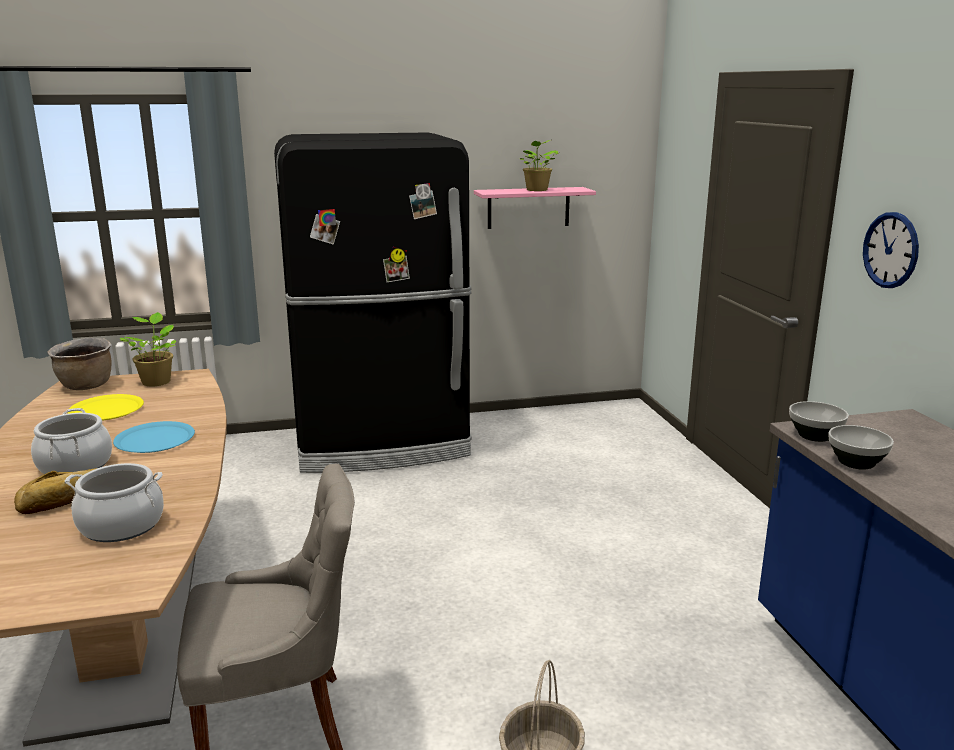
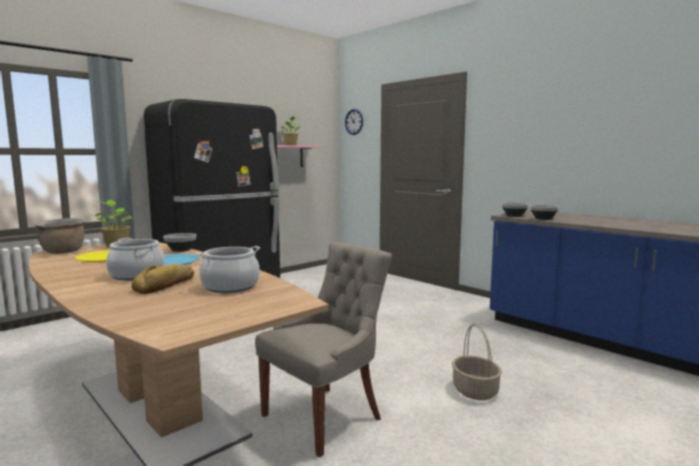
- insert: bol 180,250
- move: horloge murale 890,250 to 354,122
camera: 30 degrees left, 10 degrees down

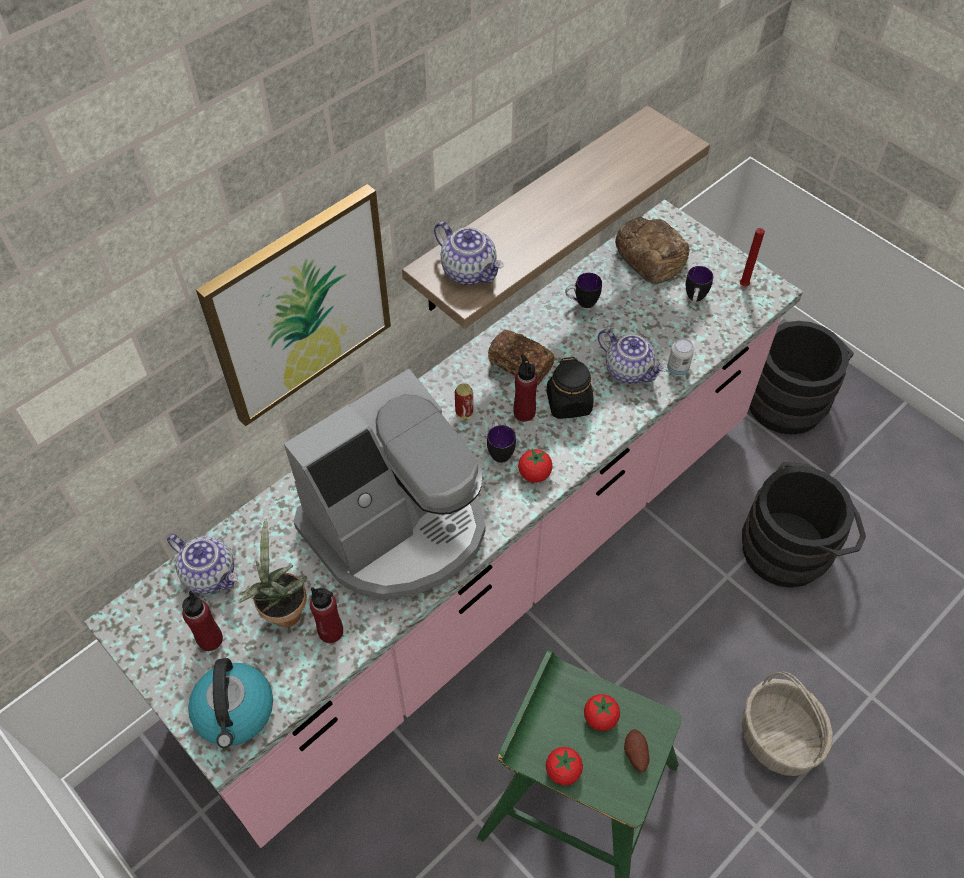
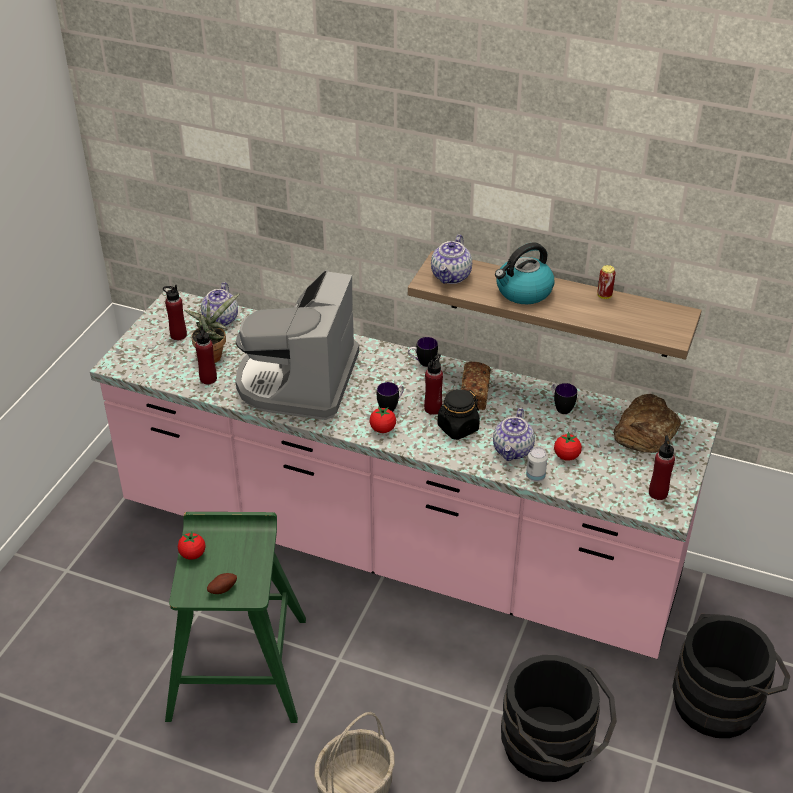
- rotate: machine à café 397,528 = 298,381 75 degrees clockwise
- move: mug 694,299 to 422,363
- move: bouilloire 235,712 to 523,292
- move: tomate 600,718 to 566,456
- move: boîte métallique 464,412 to 604,296
- replace: bougie/rouge 743,286 to bouteille/rouge 658,493
- delete: tableau 300,306
camera: 65 degrees right, 15 degrees down

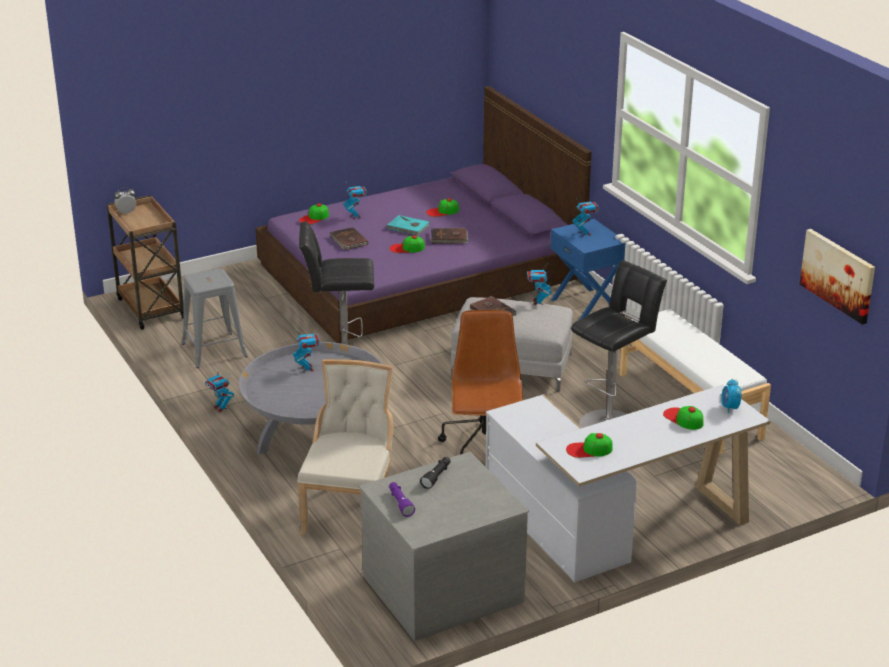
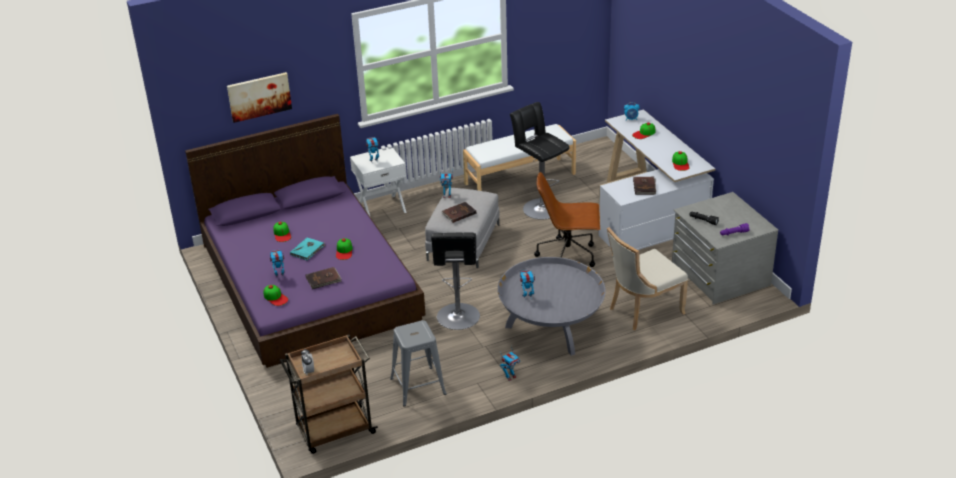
- move: tableau 838,275 to 259,96
- recolor: table de chevet/bleu 586,305 to table de chevet/blanc 381,208
- rotate: chaise/beige 351,510 = 642,310 45 degrees counterclockwise
- move: livre/marron 449,238 to 645,187
camera: 85 degrees left, 5 degrees up

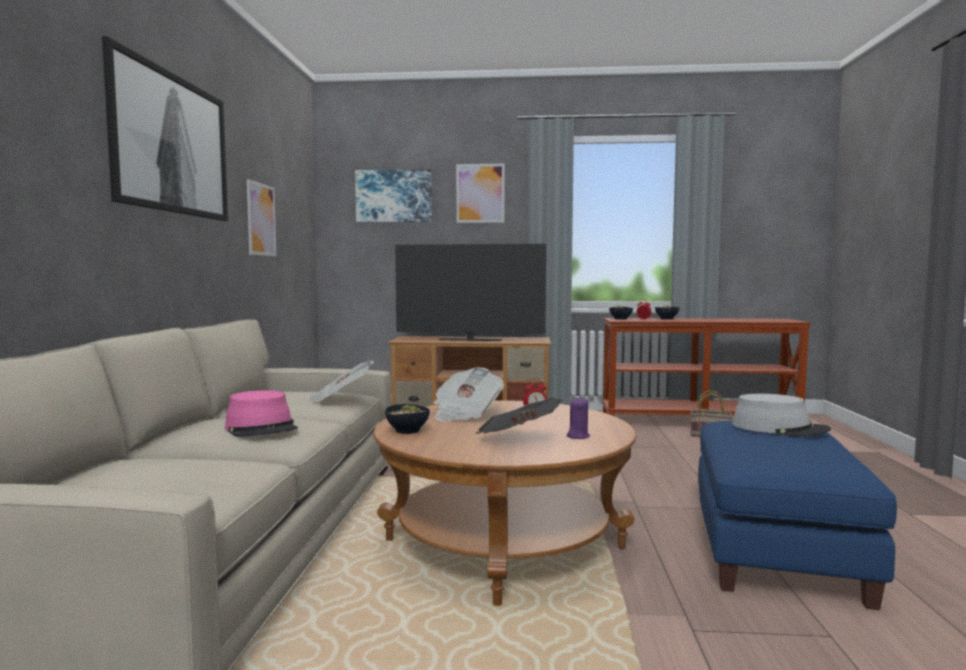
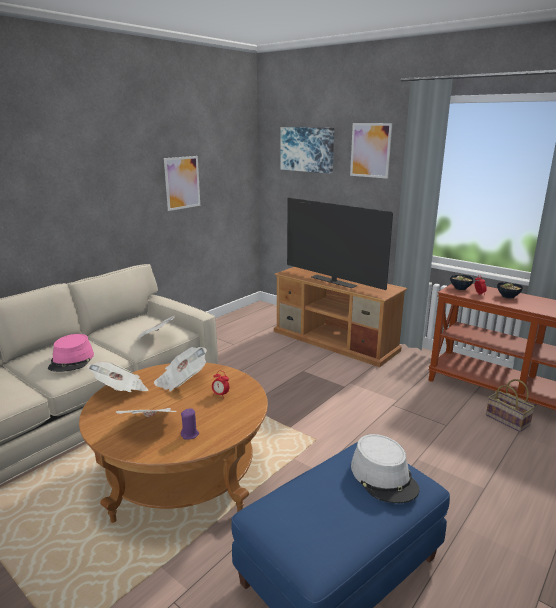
- replace: bol 408,431 to journal 121,390
- delete: tableau 173,144
camera: 35 degrees right, 15 degrees up

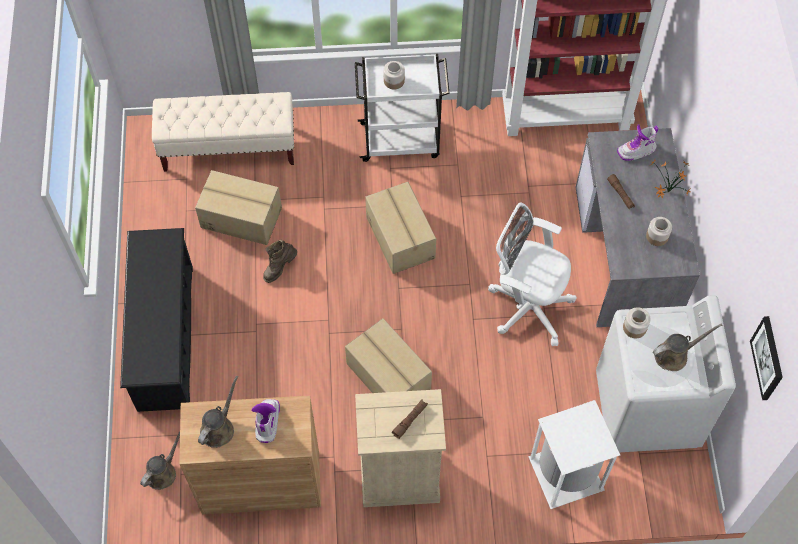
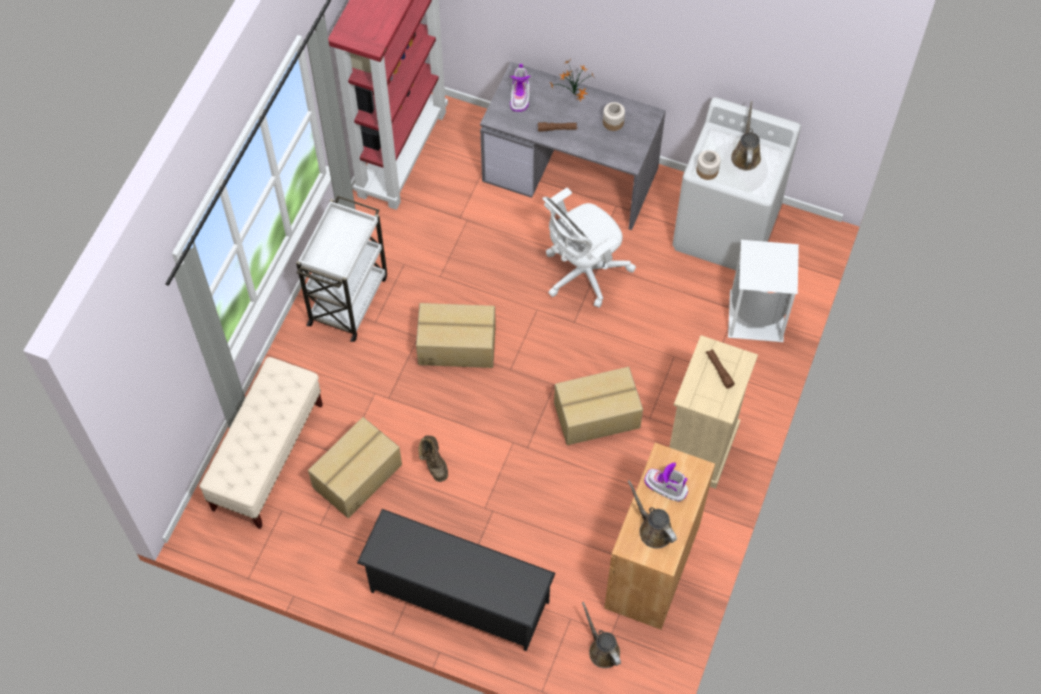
- delete: bocal 394,81
- delete: tableau 768,358
camera: 65 degrees left, 0 degrees up

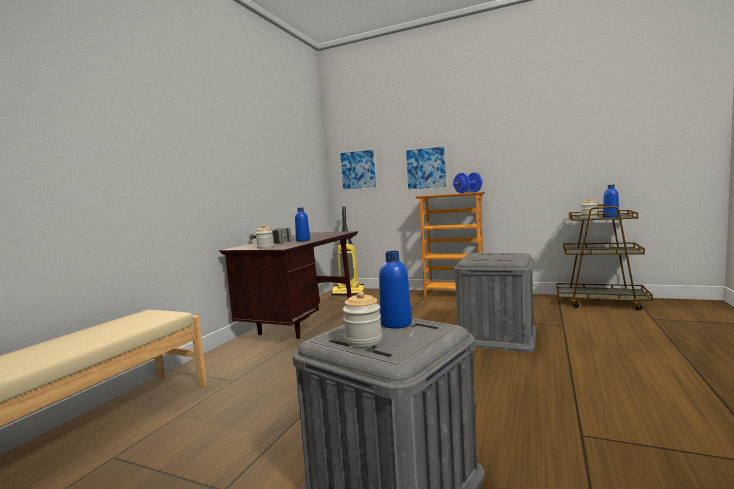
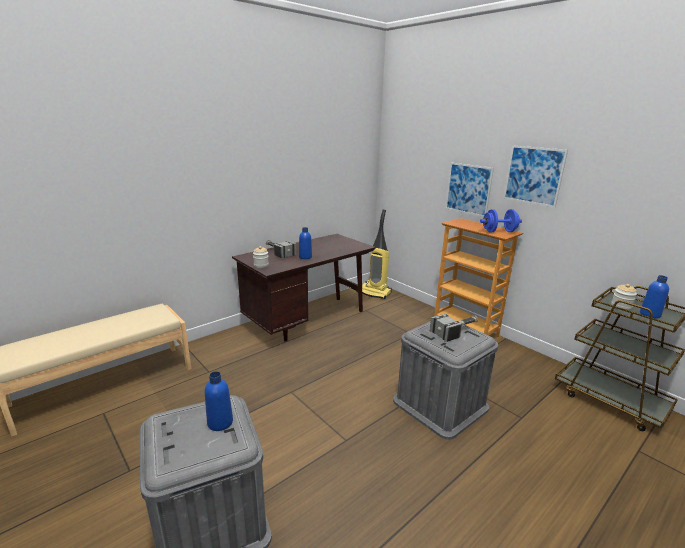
- insert: marteau 456,331
- move: tableau 358,170 to 533,175
- delete: bocal 363,340
camera: 25 degrees right, 15 degrees up

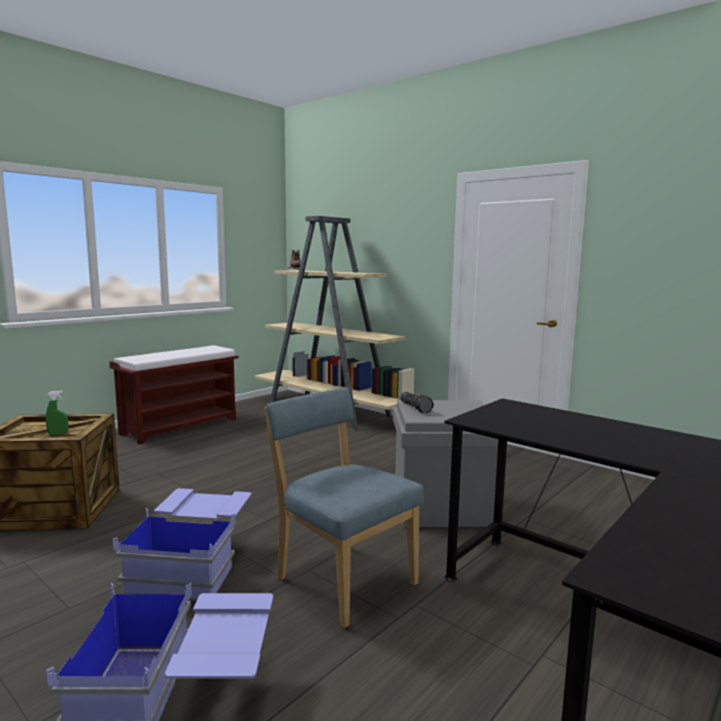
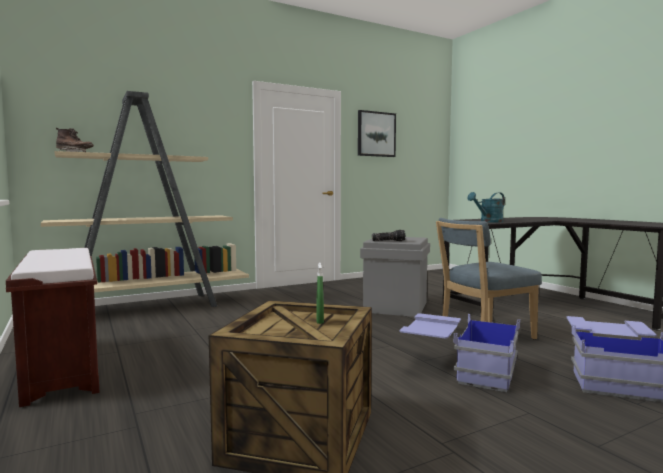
- insert: tableau 376,134
- insert: arrosoir/turquoise 488,221
camera: 70 degrees left, 5 degrees down

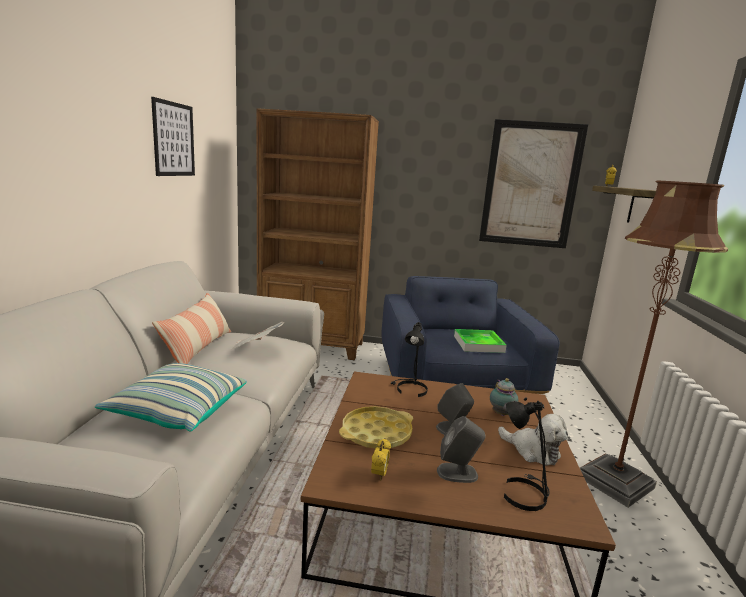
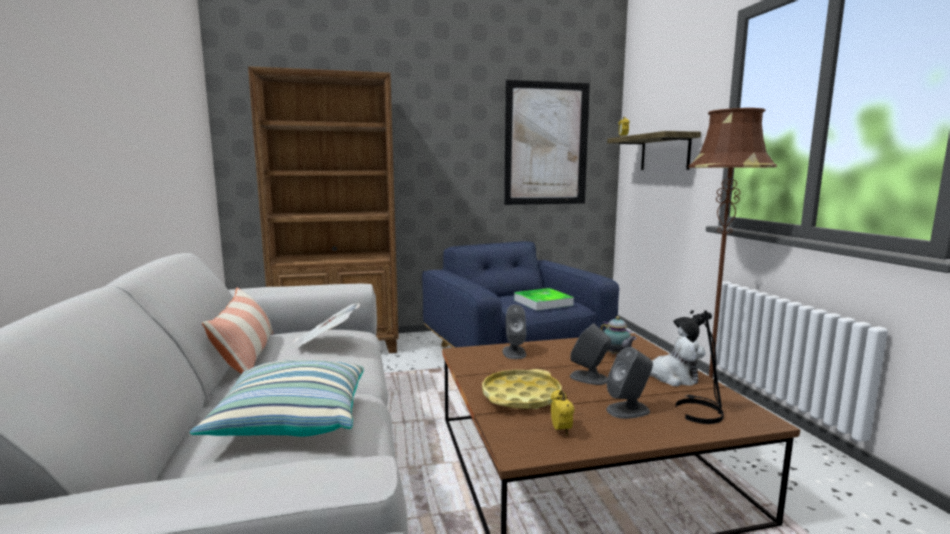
- replace: lampe de table/noir 409,389 to enceinte/gris 514,352
- delete: tableau 174,139
camera: 20 degrees left, 5 degrees down

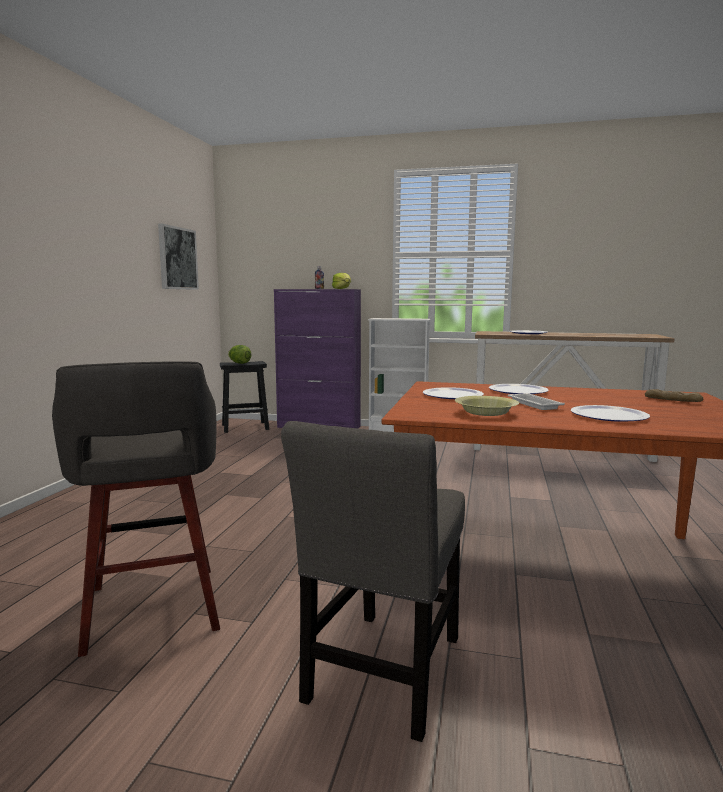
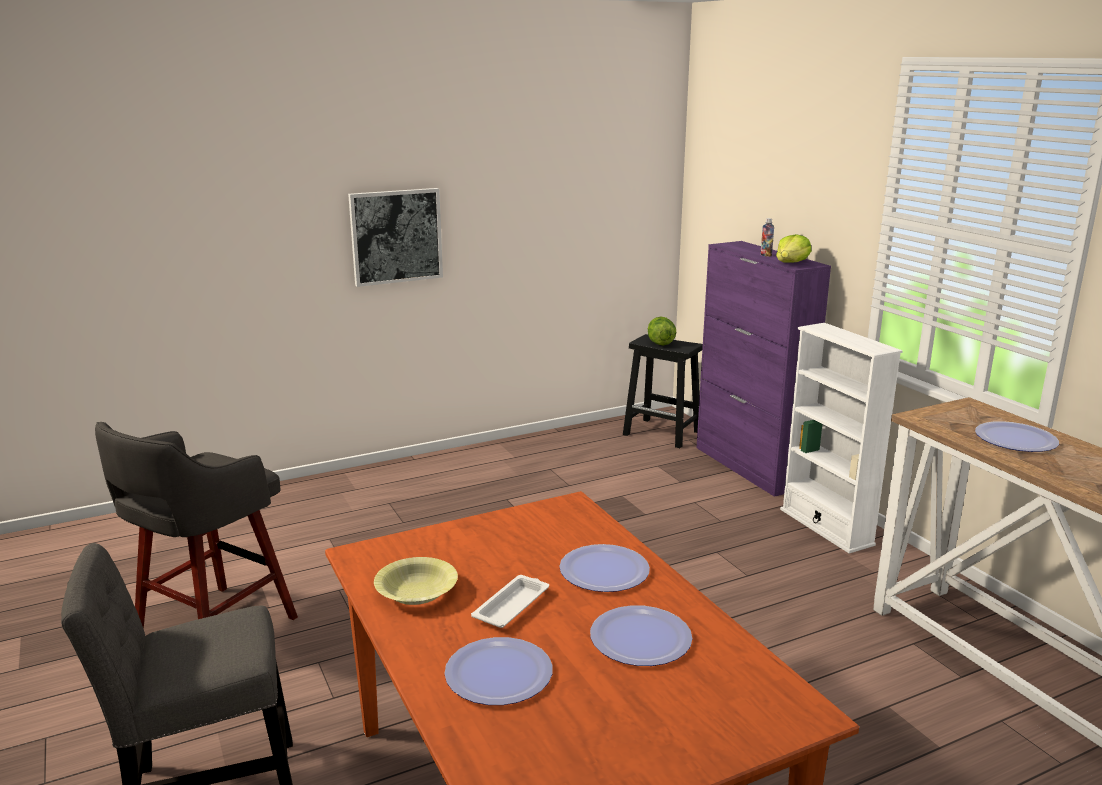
- move: tableau 177,258 to 396,236
- move: assiette 452,395 to 641,638
- delete: pain 672,400
camera: 50 degrees right, 10 degrees up

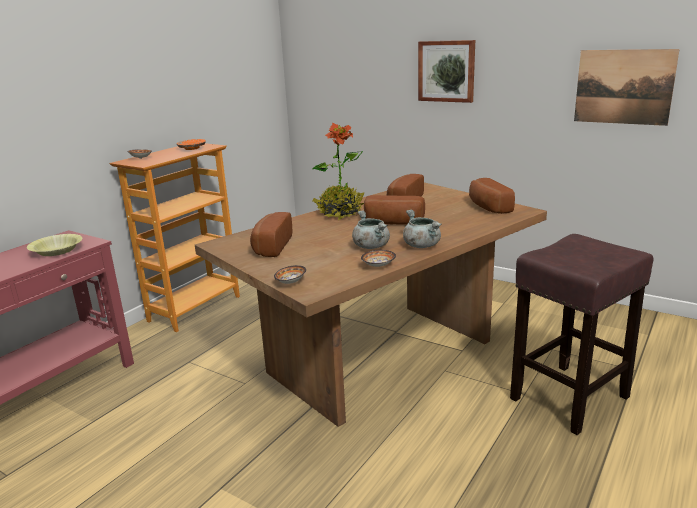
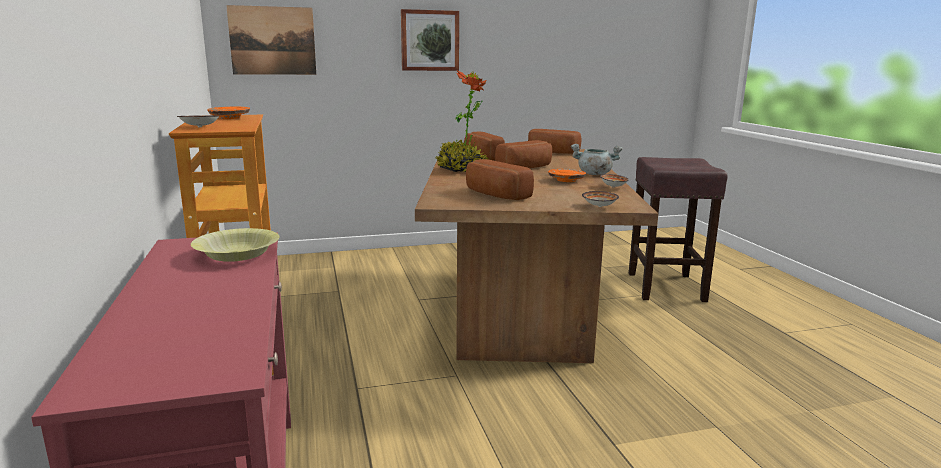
- move: tableau 623,87 to 272,41
- replace: marmite/gris 371,246 to assiette/orange 566,180
camera: 50 degrees left, 5 degrees down

